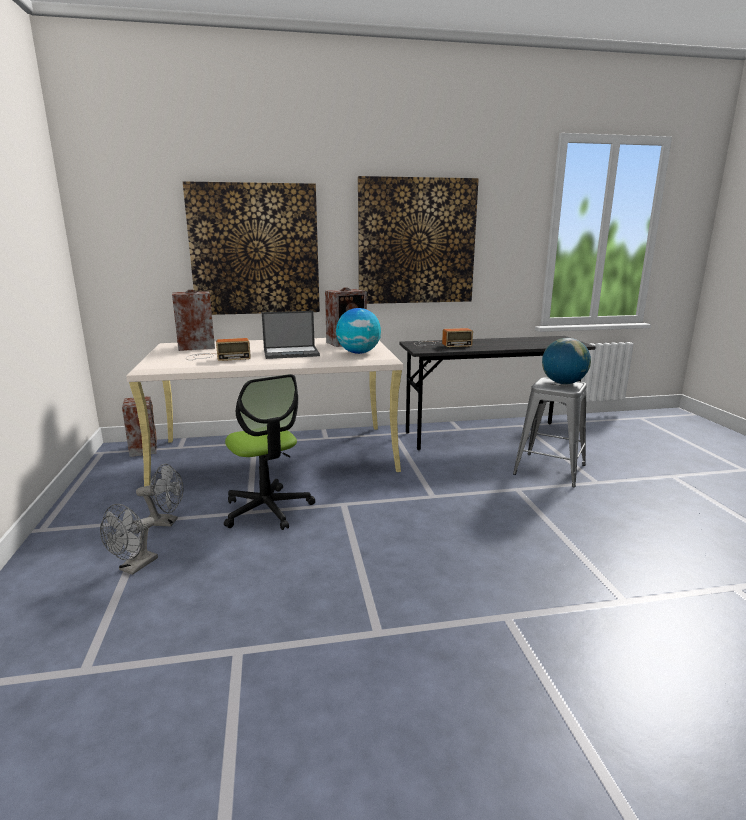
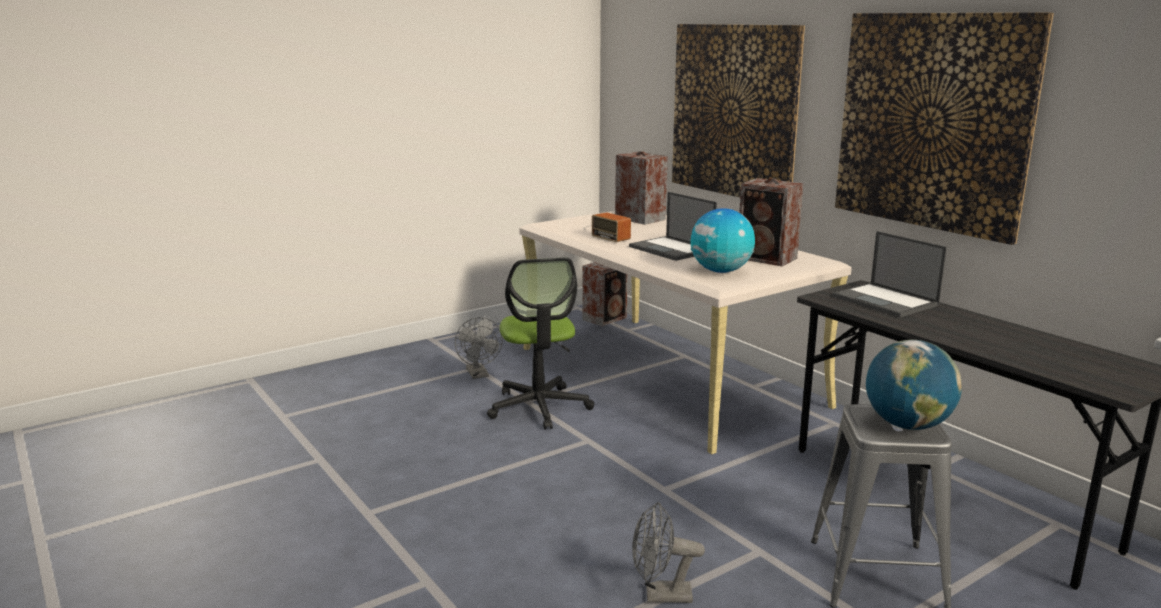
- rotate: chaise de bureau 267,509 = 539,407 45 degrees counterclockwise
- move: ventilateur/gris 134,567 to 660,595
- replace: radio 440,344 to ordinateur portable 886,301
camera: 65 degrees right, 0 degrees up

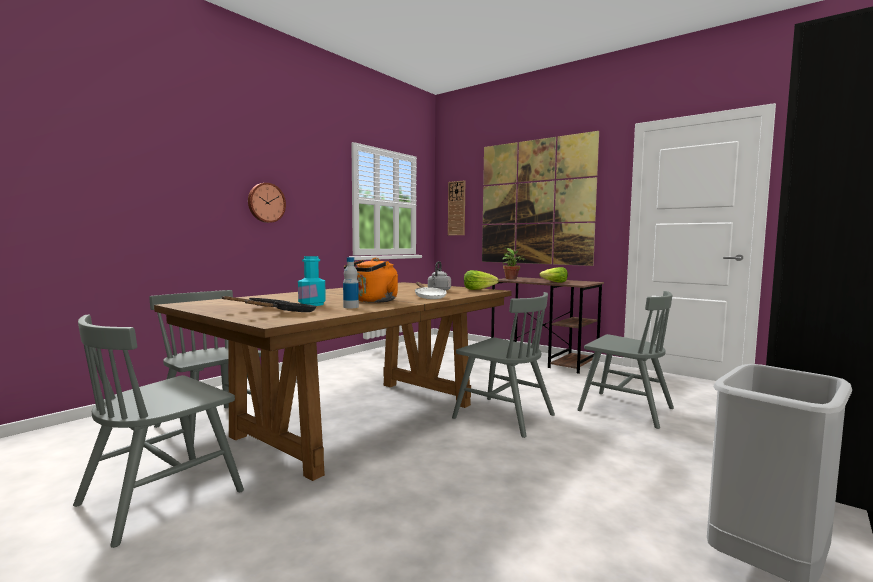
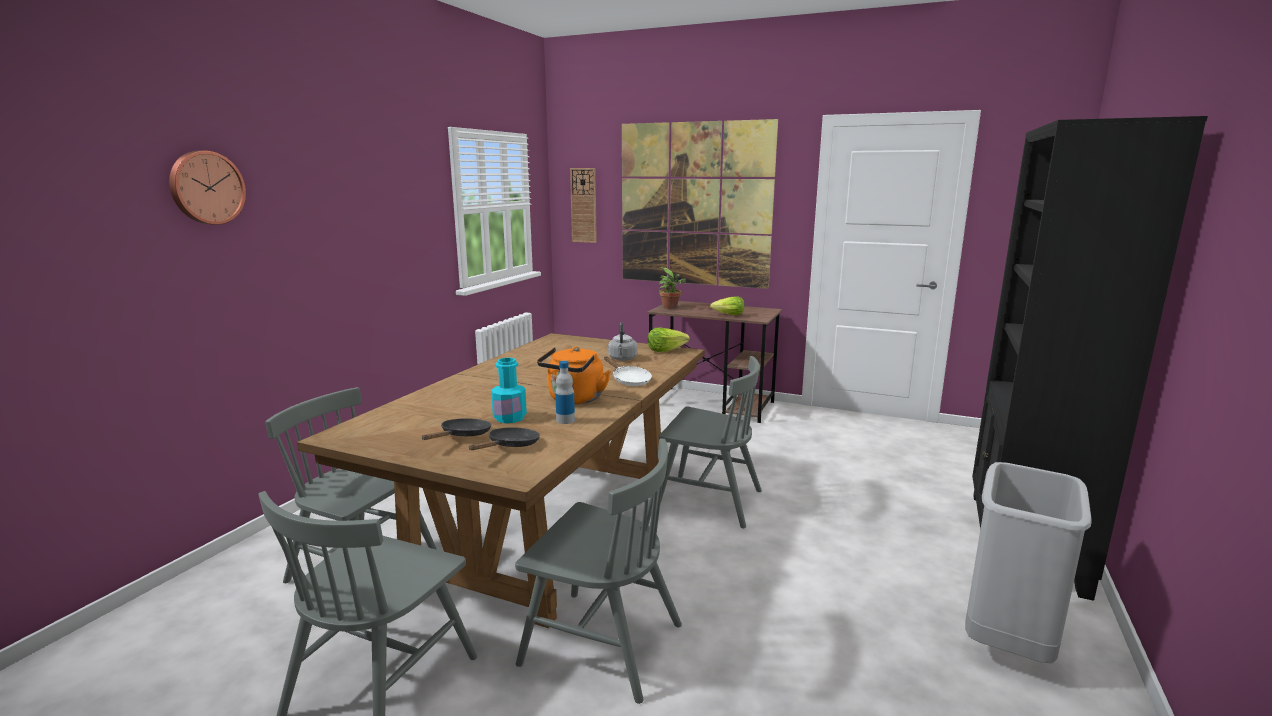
- move: horloge murale 266,202 to 206,188
- move: chaise/gris 625,409 to 601,643
camera: 15 degrees left, 10 degrees up

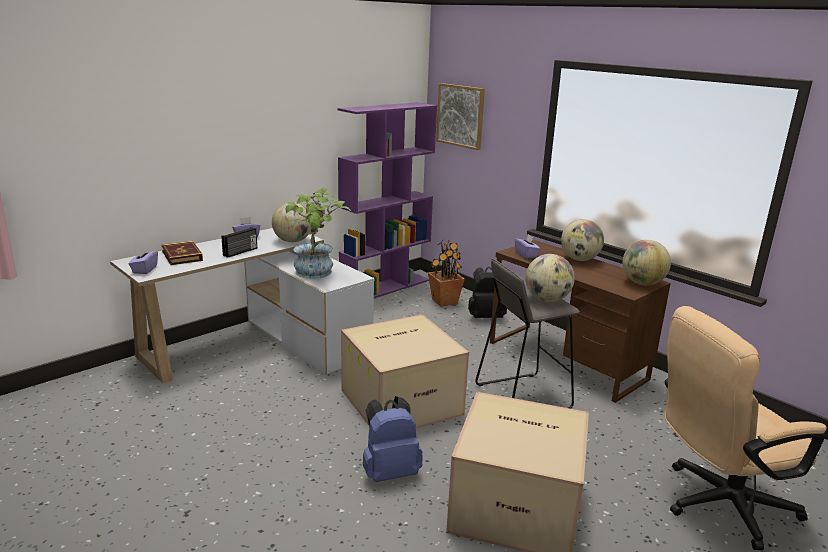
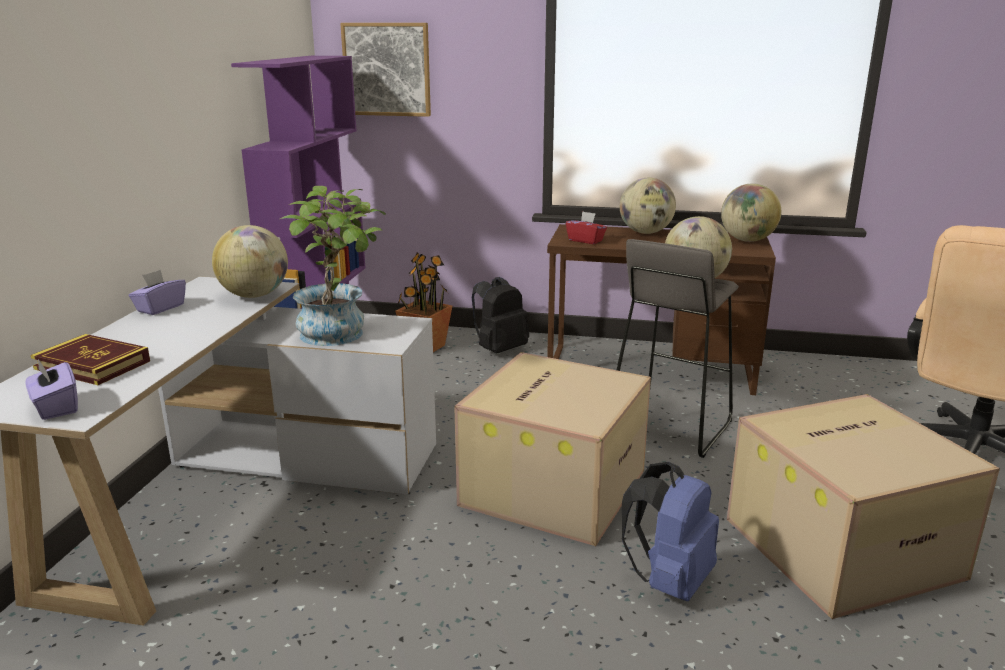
- recolor: boîte à mouchoirs/violet 526,255 to boîte à mouchoirs/rouge 585,240
- delete: radio 241,252
camera: 35 degrees left, 0 degrees up

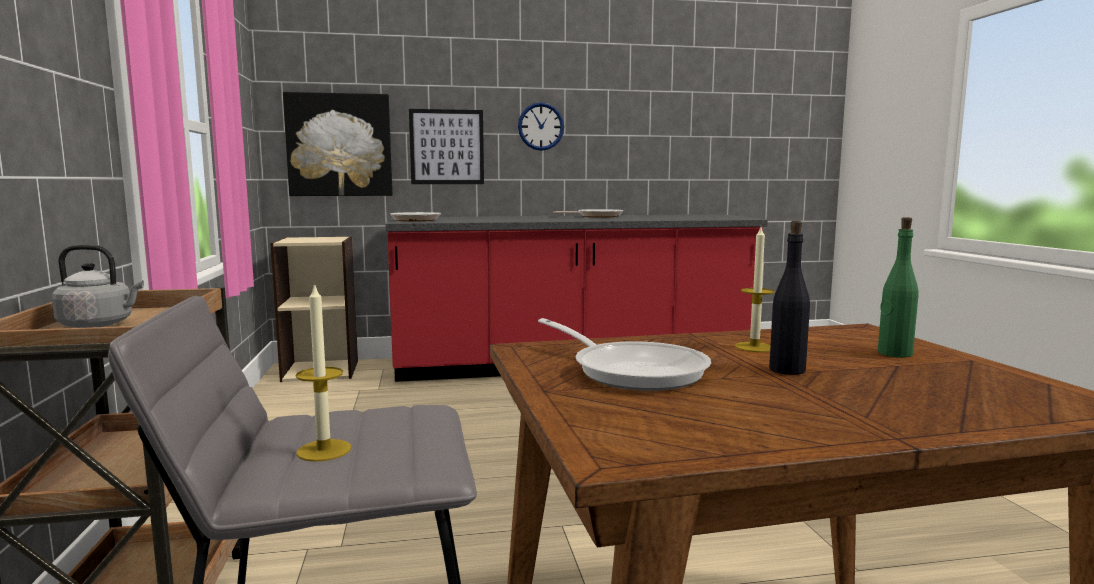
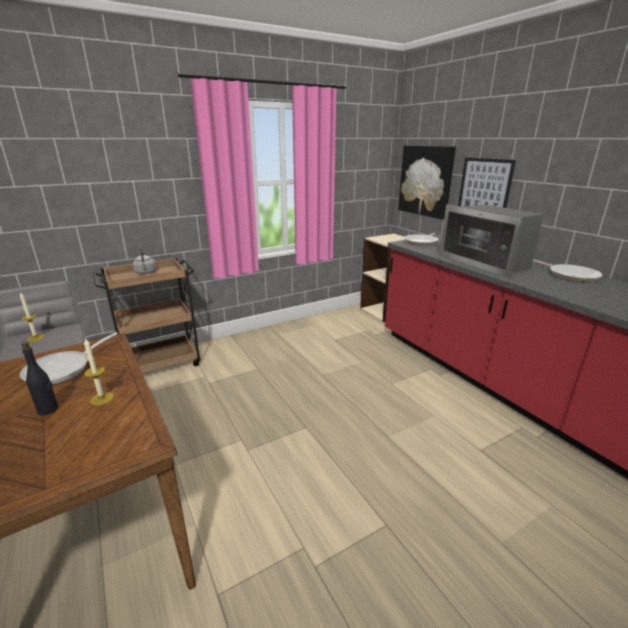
- insert: micro-ondes 486,262
- delete: horloge murale 541,126
- delete: bouteille/vert 894,354
camera: 70 degrees right, 15 degrees up

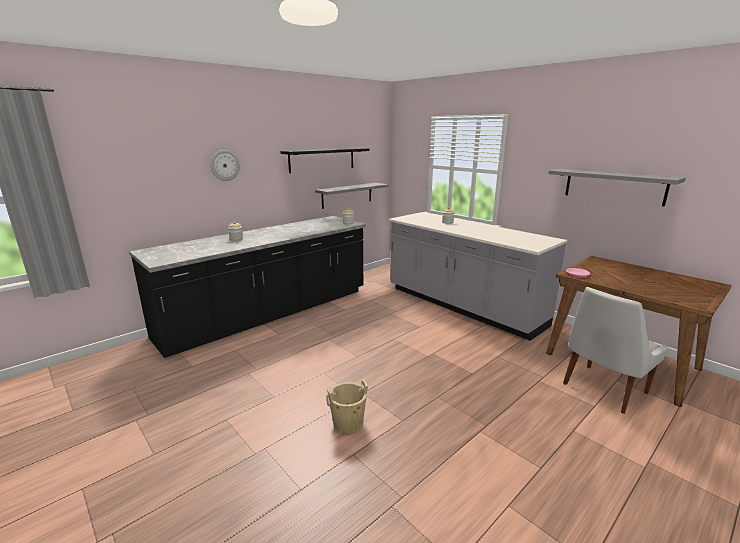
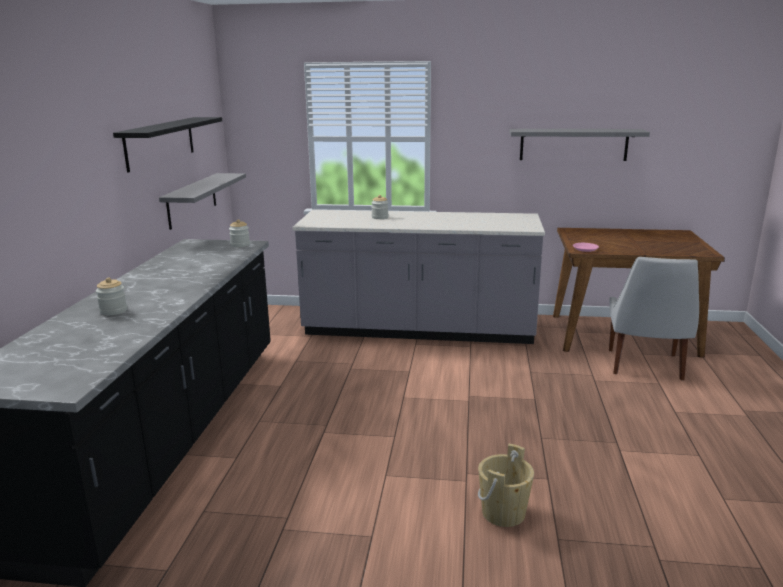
- delete: horloge murale 224,165
camera: 40 degrees left, 0 degrees up

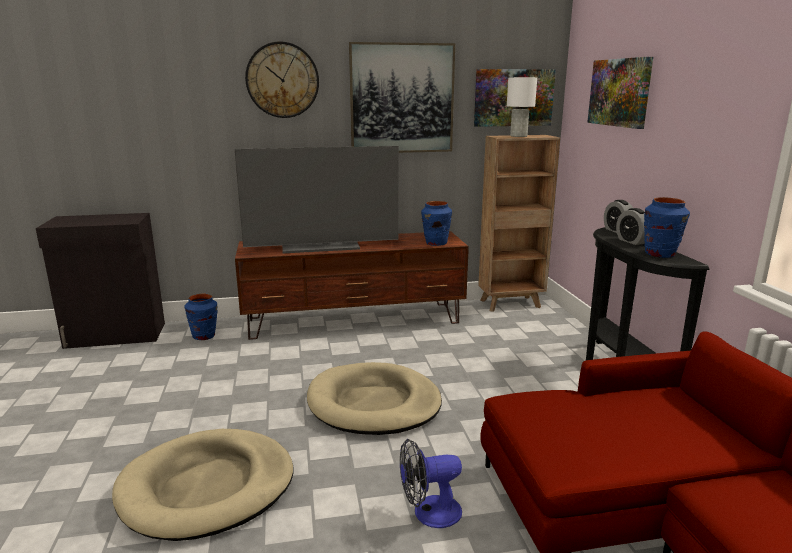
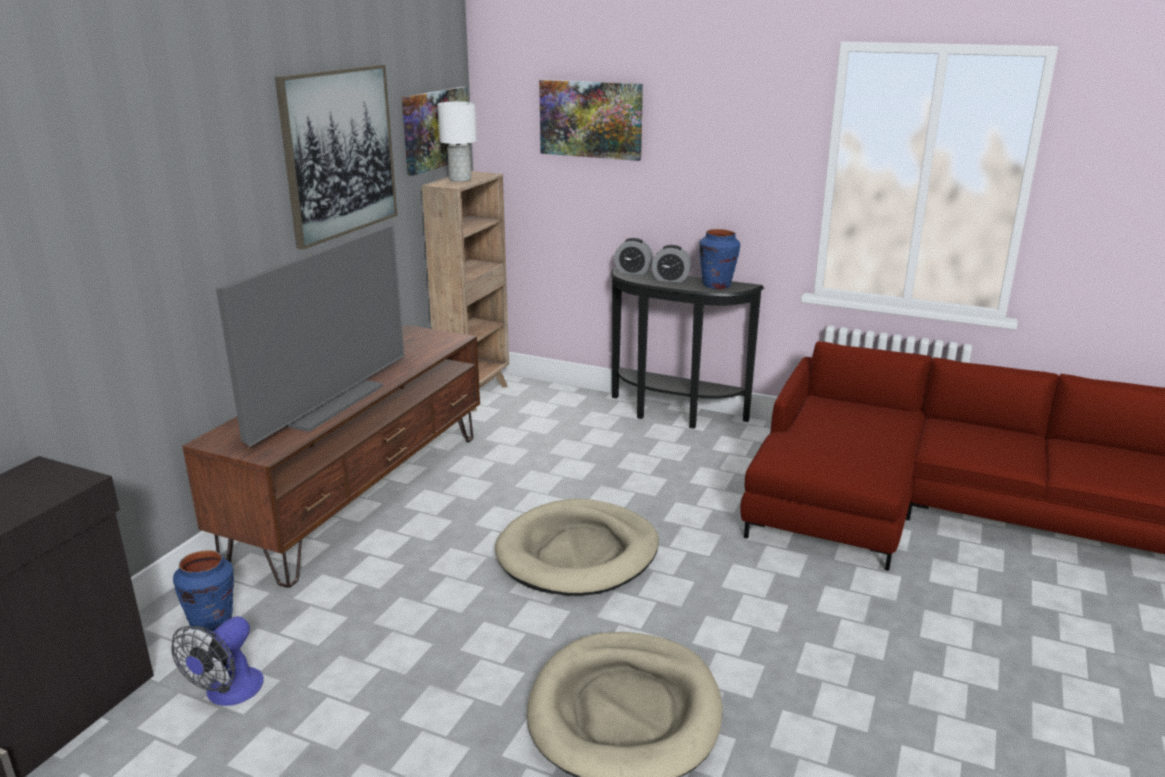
- move: ventilateur 429,513 to 228,693
- delete: horloge murale 282,80
- delete: vase/bleu 436,243
camera: 55 degrees left, 5 degrees up

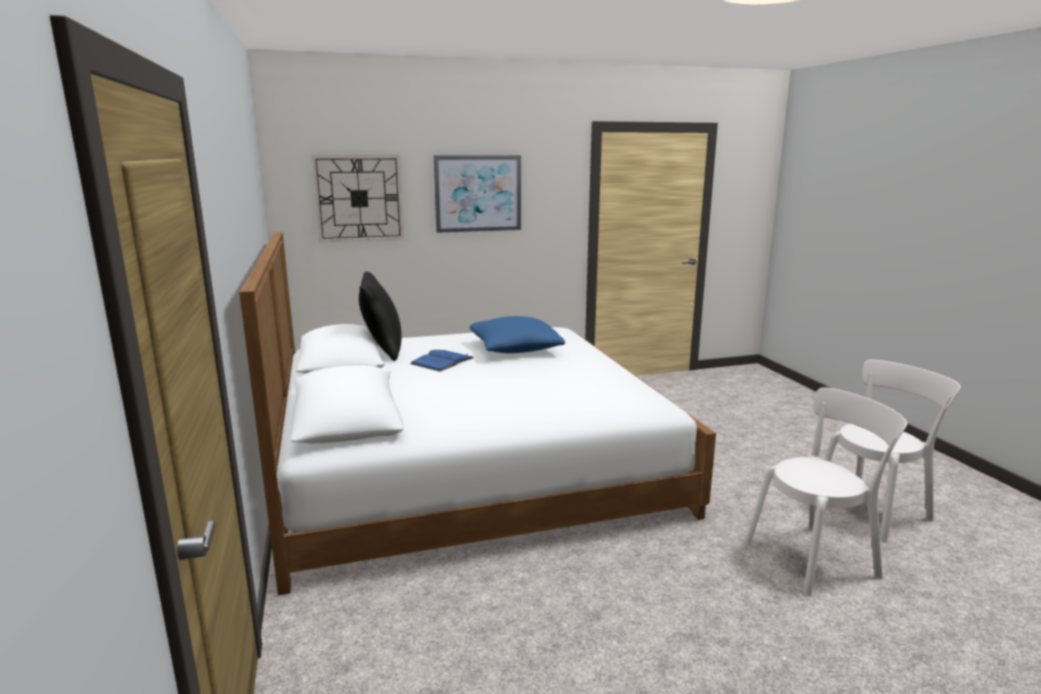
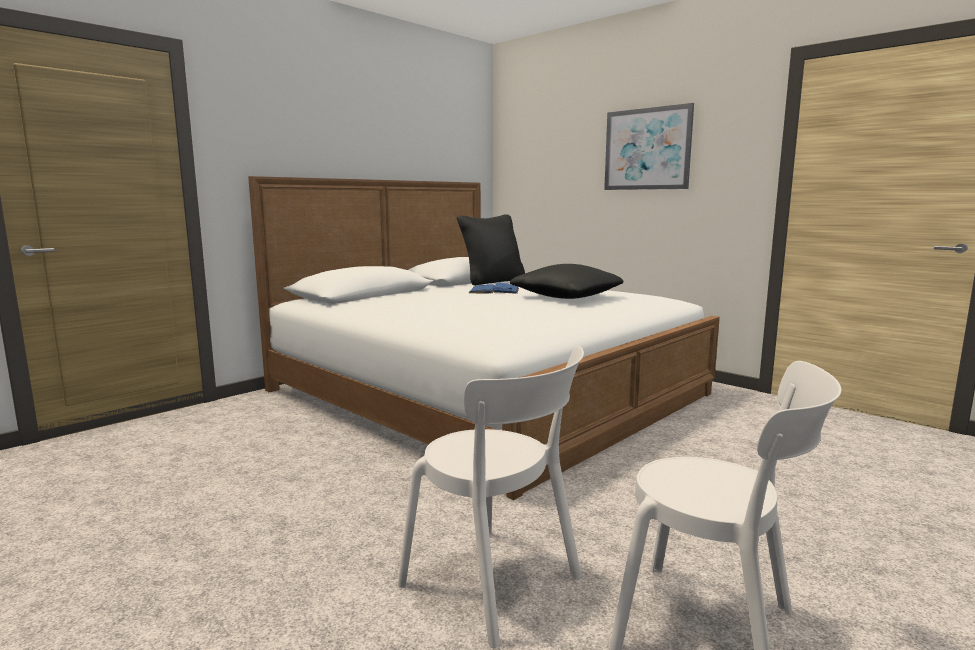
- recolor: coussin/bleu 515,349 to coussin/noir 566,297
- delete: horloge murale 359,198
camera: 60 degrees right, 5 degrees down

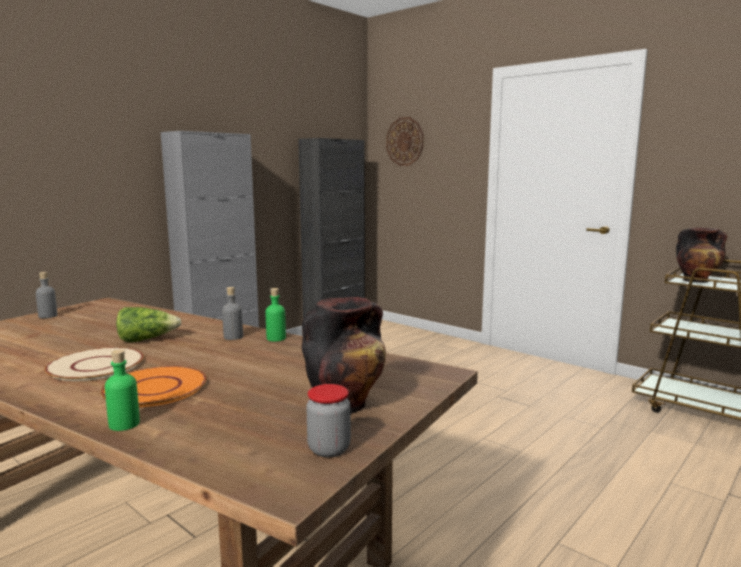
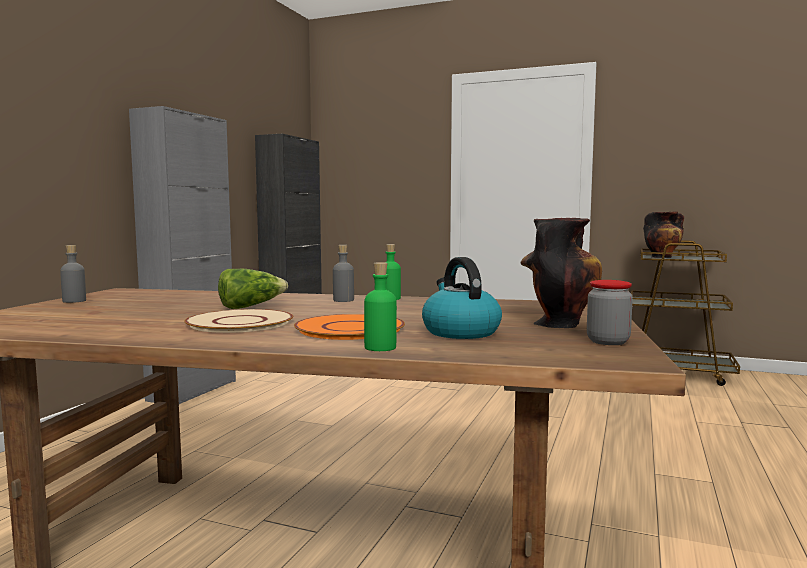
- insert: bouilloire 460,332
- delete: horloge murale 405,141
camera: 20 degrees left, 5 degrees down

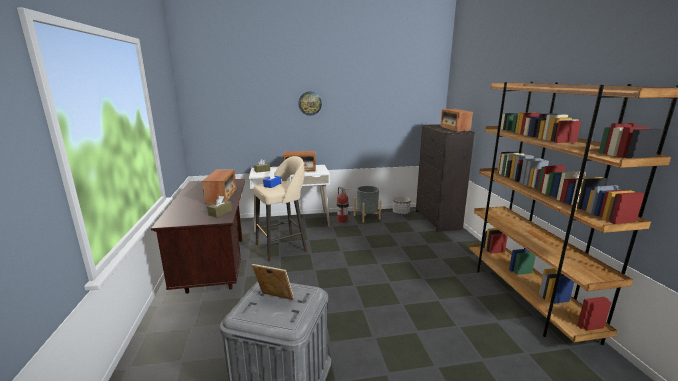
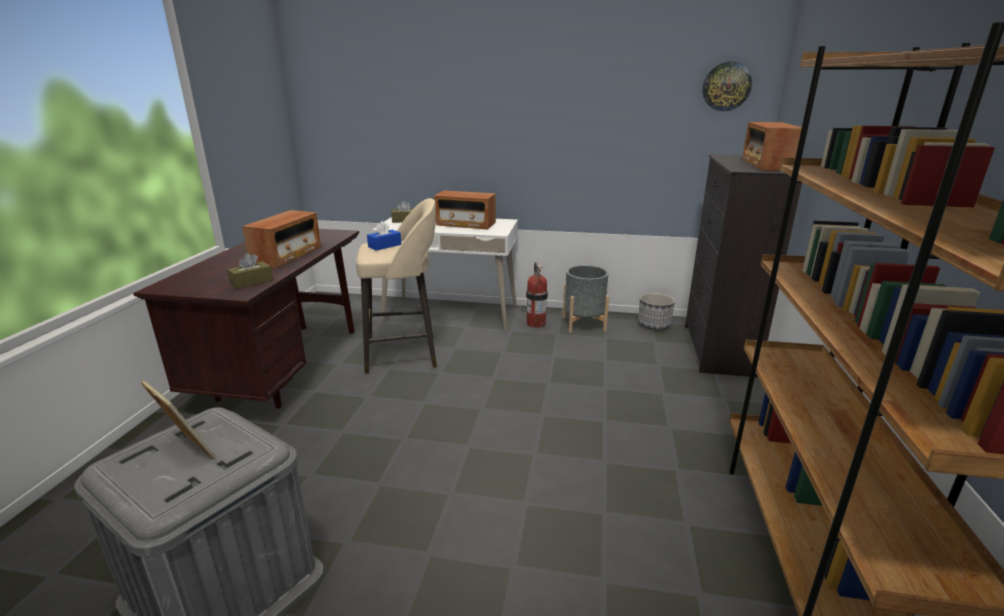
- move: horloge murale 310,103 to 726,86
camera: 20 degrees right, 5 degrees up

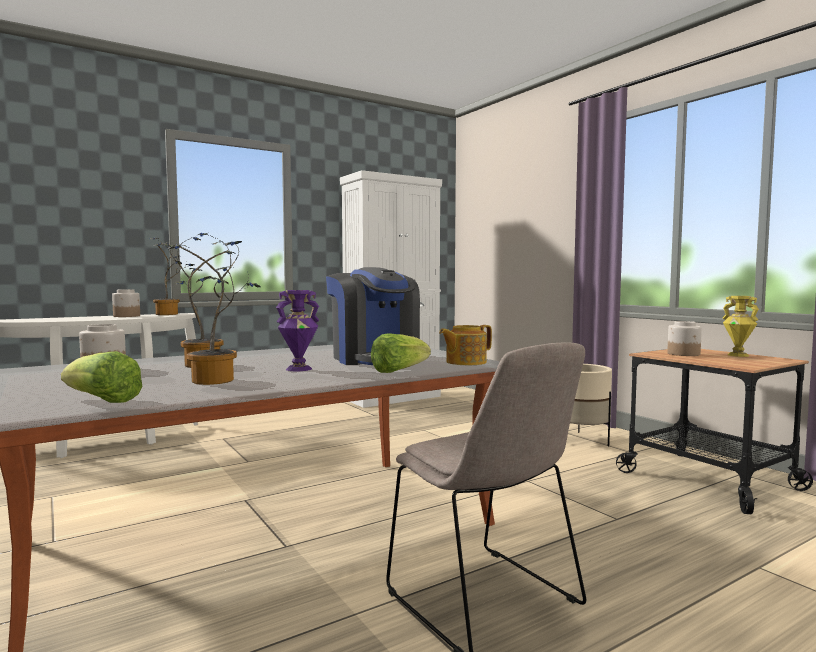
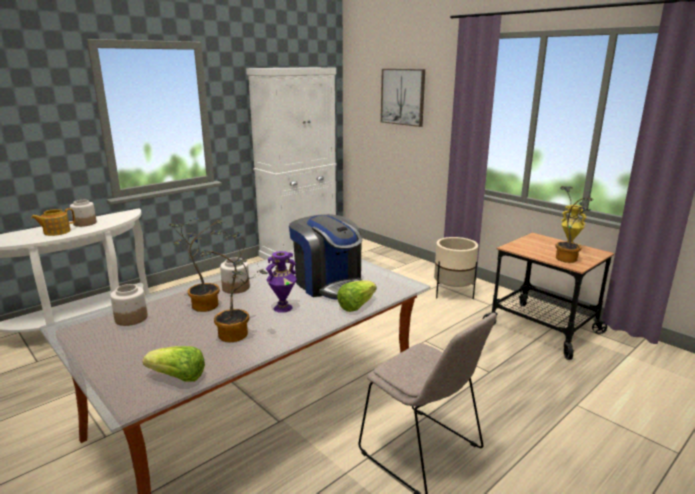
- move: théière 465,362 to 56,232
- move: bocal 684,354 to 236,288
- insert: tableau 403,97
- move: plante en pot 170,314 to 568,258
camera: 10 degrees left, 15 degrees up

